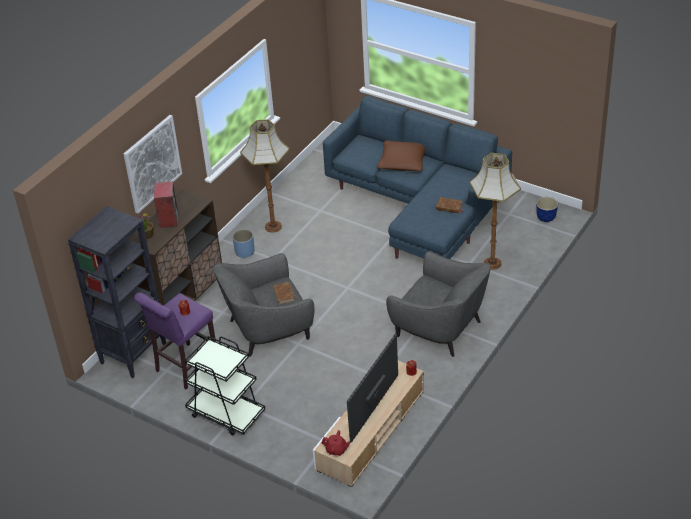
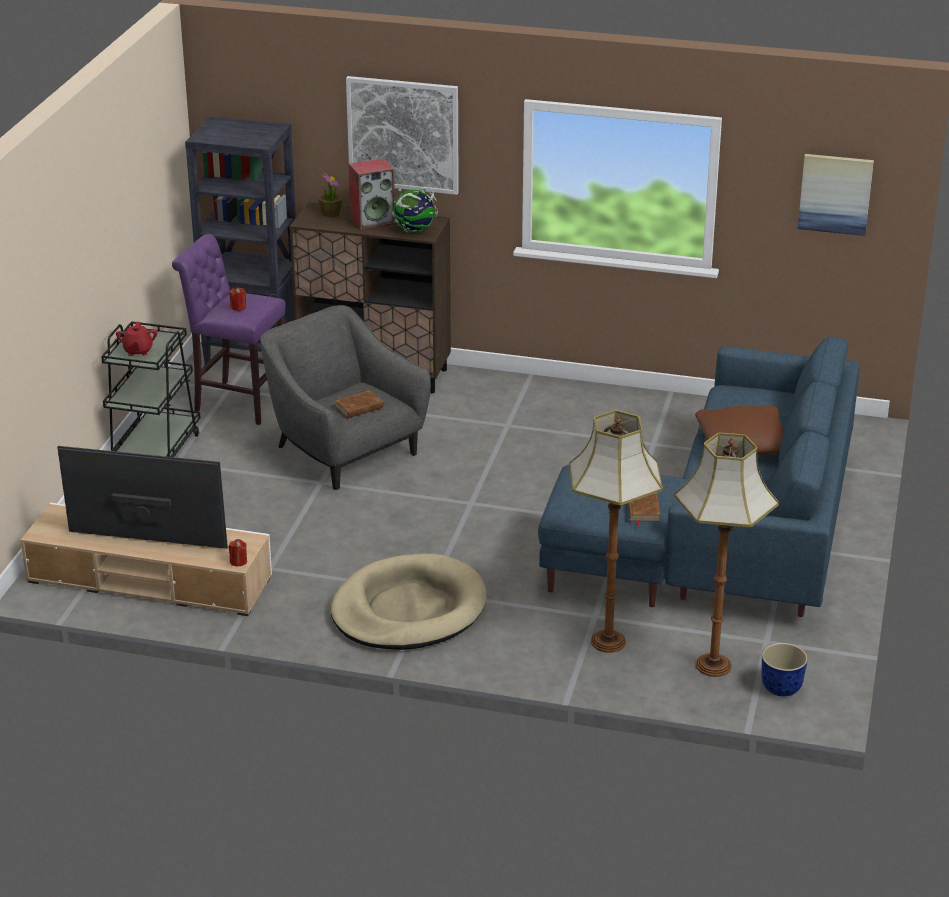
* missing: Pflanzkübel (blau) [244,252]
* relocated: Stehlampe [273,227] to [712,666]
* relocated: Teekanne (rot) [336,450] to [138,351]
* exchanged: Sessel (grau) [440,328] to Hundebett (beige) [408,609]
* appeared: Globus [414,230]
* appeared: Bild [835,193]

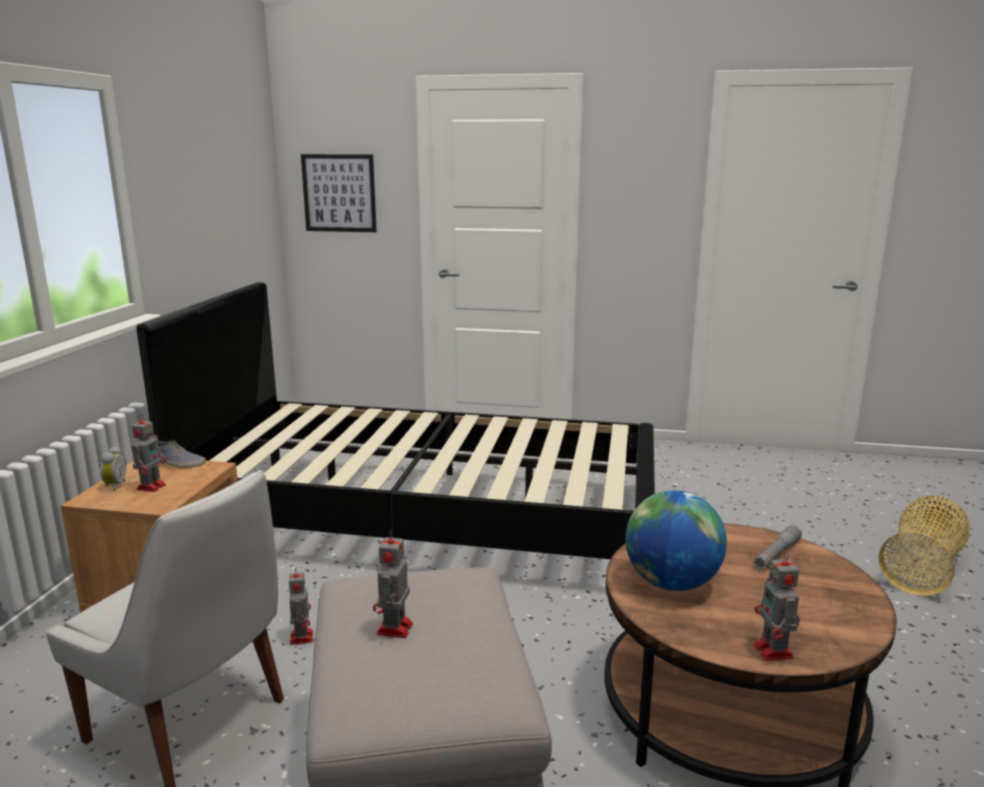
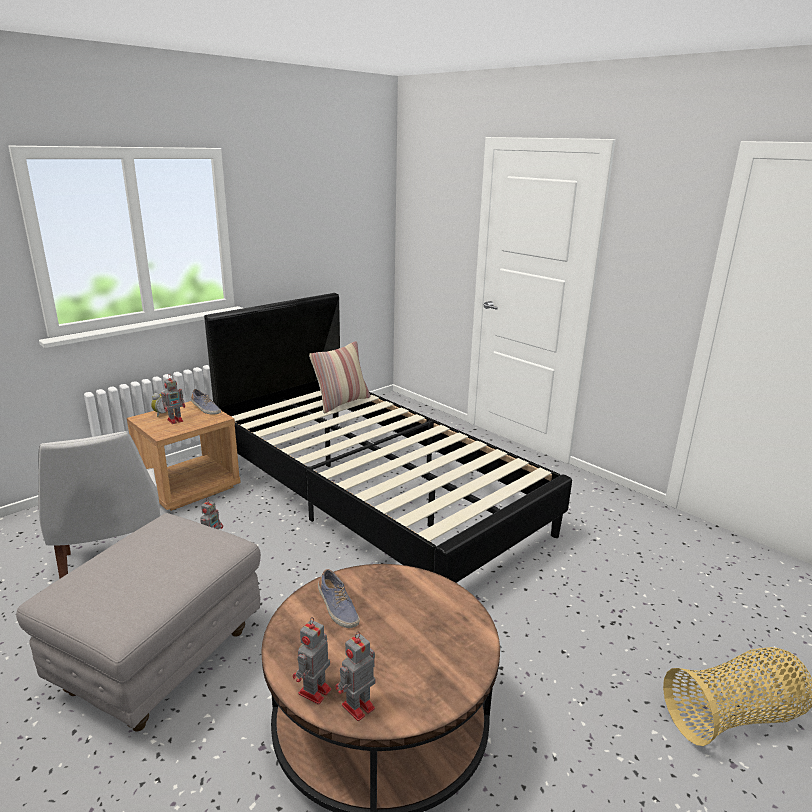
* missing: Bild [339,193]
* relocated: Spielzeugroboter [394,630] to [356,707]
* exchanged: Globus [671,583] to Schuh [337,608]
* missing: Taschenlampe (grau) [776,554]
* appeared: Kissen [341,402]

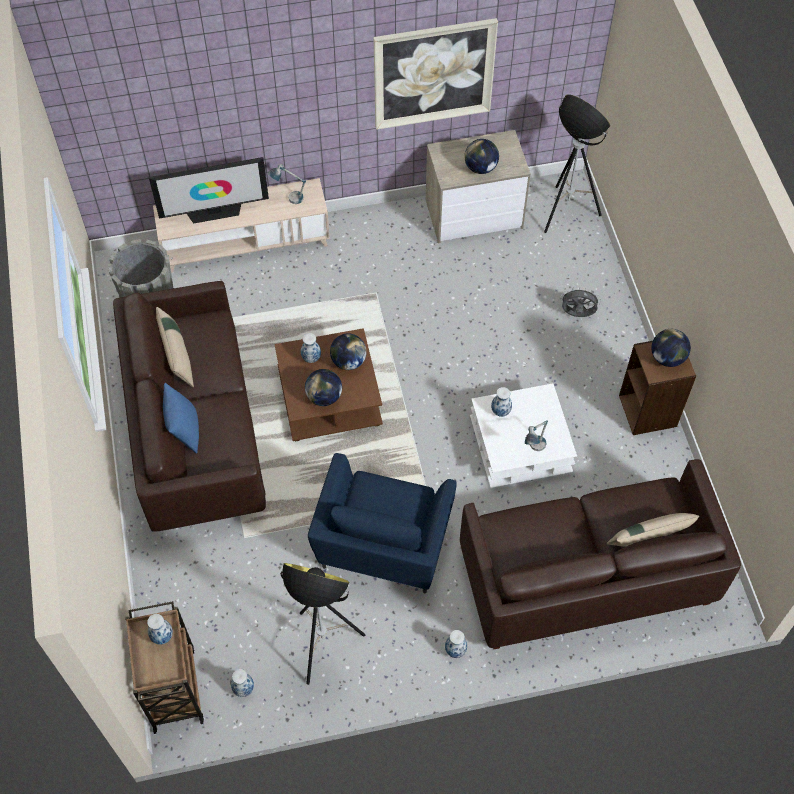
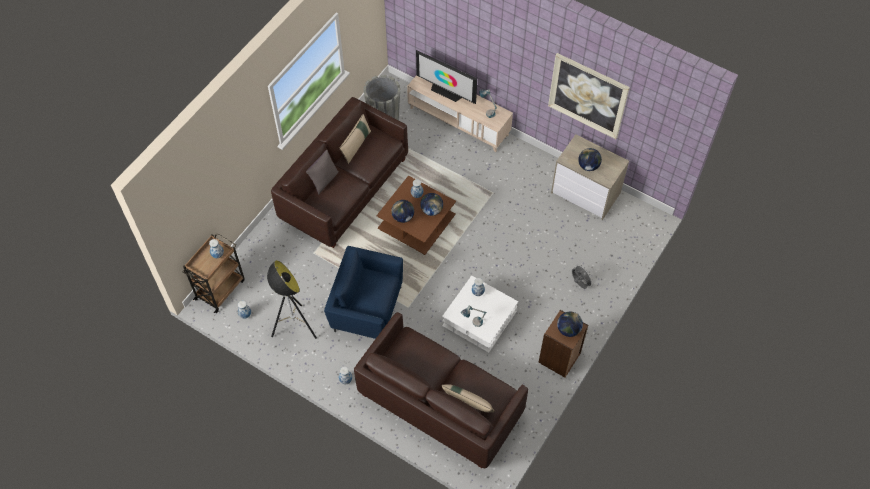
* colour: Kissen (blau) [185,431] to Kissen (grau) [324,181]
* spun: Sessel (blau) [383,545] = [366,308] 45 degrees clockwise
* missing: Stehlampe [565,212]

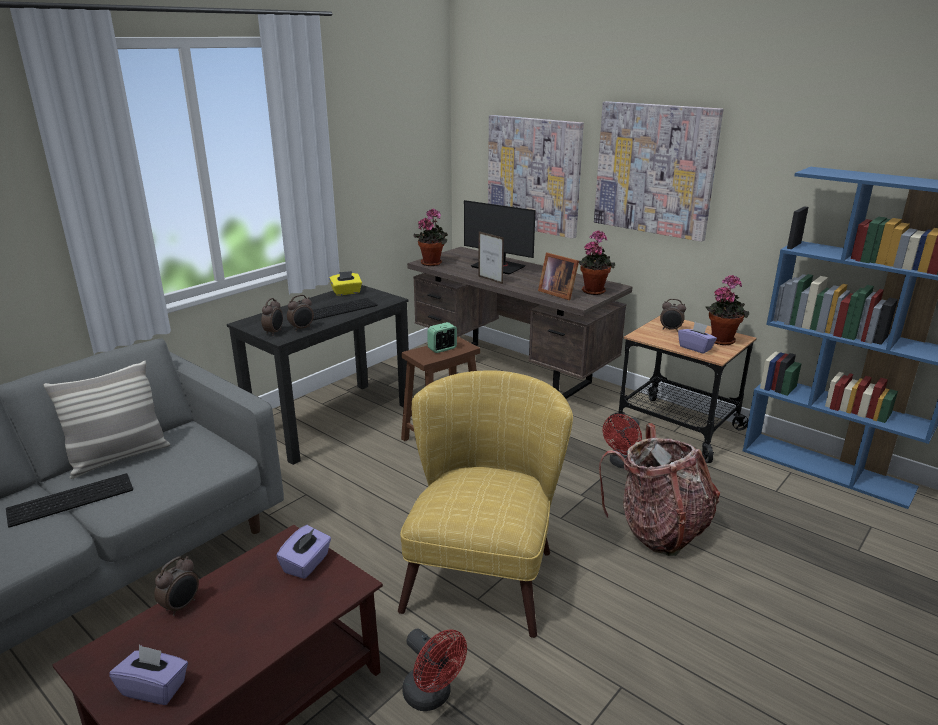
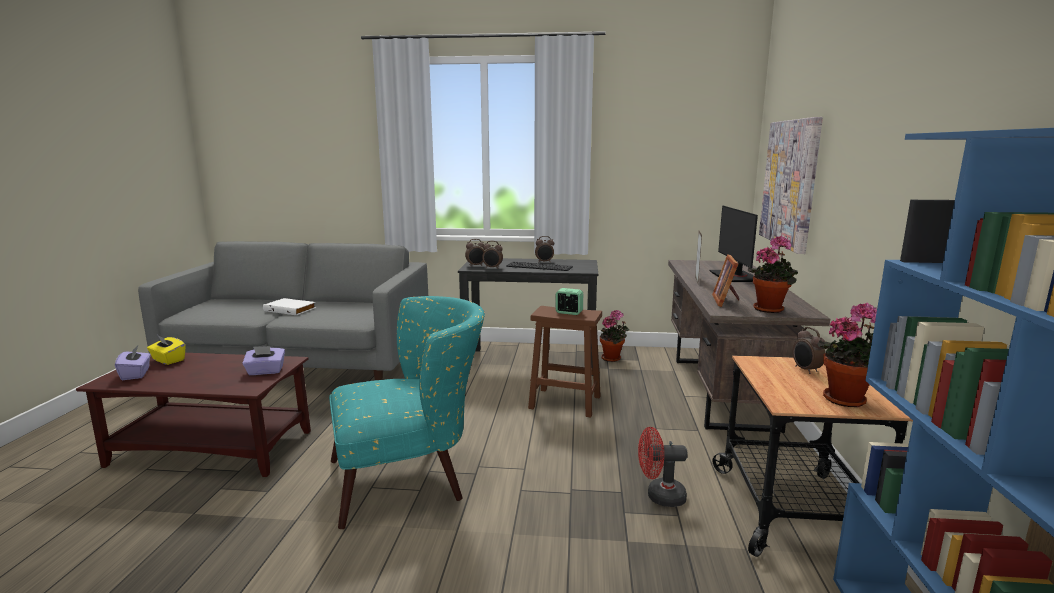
* exchanged: Tastatur [72,498] to Buch (weiß) [291,309]
* missing: Kissen [119,457]
* relocated: Wecker [181,606] to [544,262]
* relocated: Taschentuchbox (gelb) [346,292] to [168,360]
* colour: Sessel (gelb) [485,569] to Sessel (türkis) [411,478]
* missing: Ventilator (rot) [432,697]
* relocated: Topfpflanze [432,263] to [613,358]
* missing: Bild [655,169]
* missing: Rucksack [659,530]
* missing: Taschentuchbox (lila) [695,348]

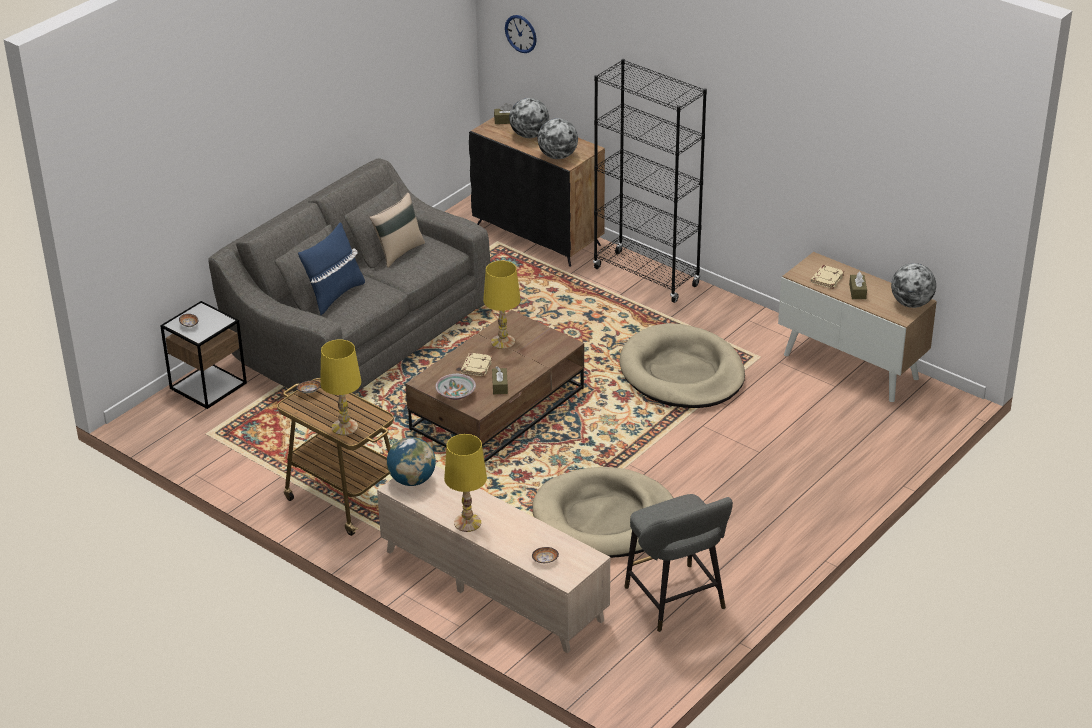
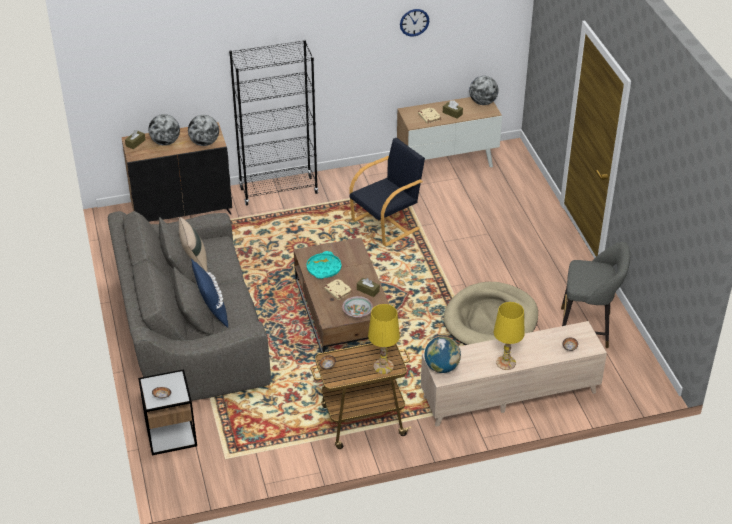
* exchanged: Tischlampe (gelb) [502,342] to Tablett (türkis) [324,268]
* relocated: Wanduhr [521,33] to [414,22]
* exchanged: Hundebett (beige) [682,373] to Sessel (schwarz) [387,224]

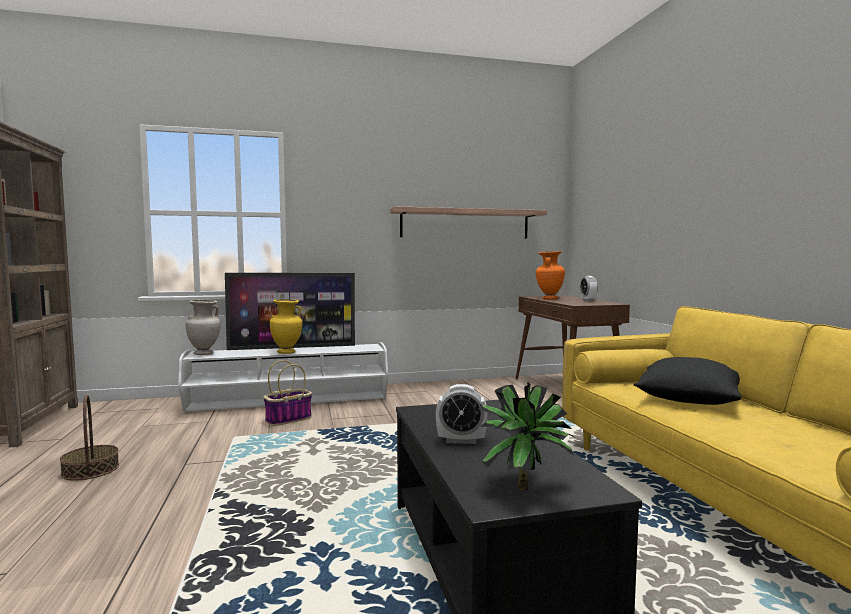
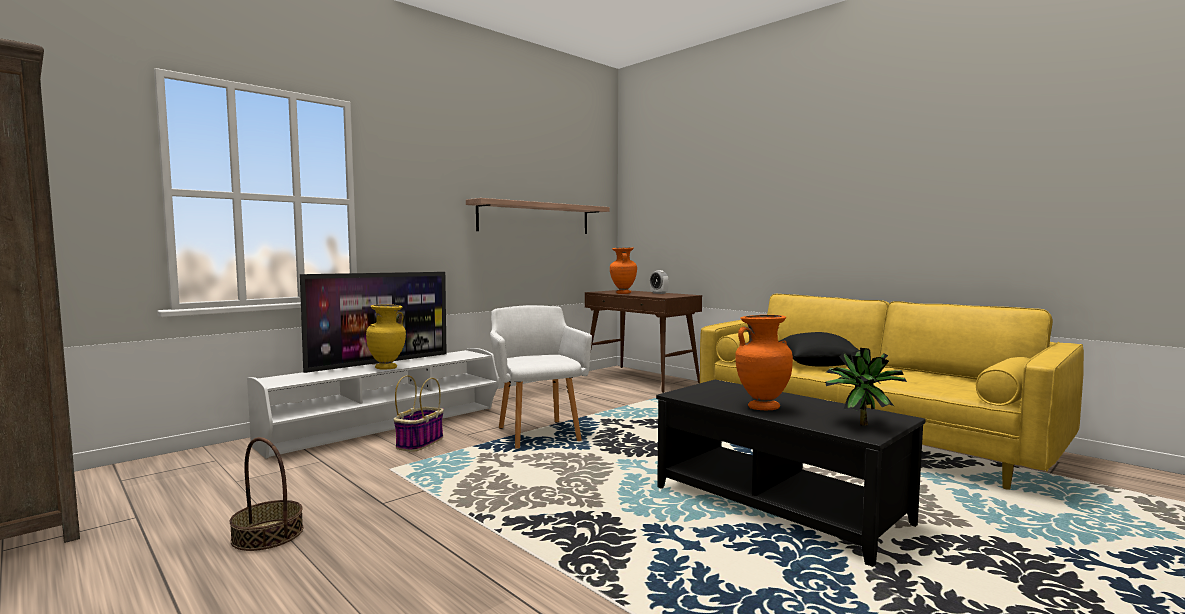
* missing: Vase (beige) [204,354]
* exchanged: Wecker [461,440] to Vase (orange) [762,407]
* appeared: Sessel (weiß) [537,432]

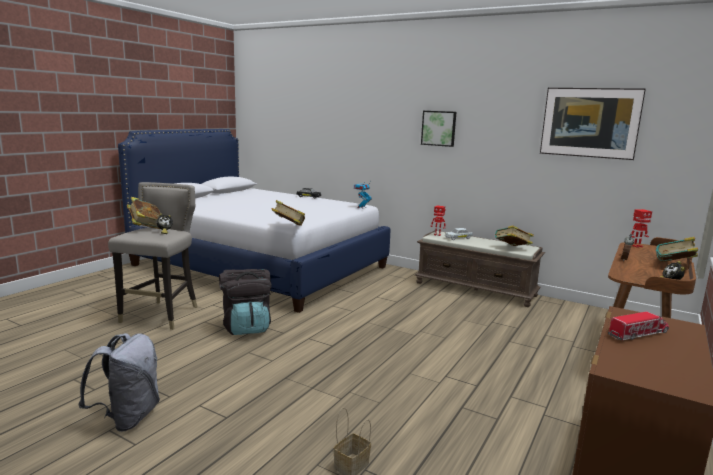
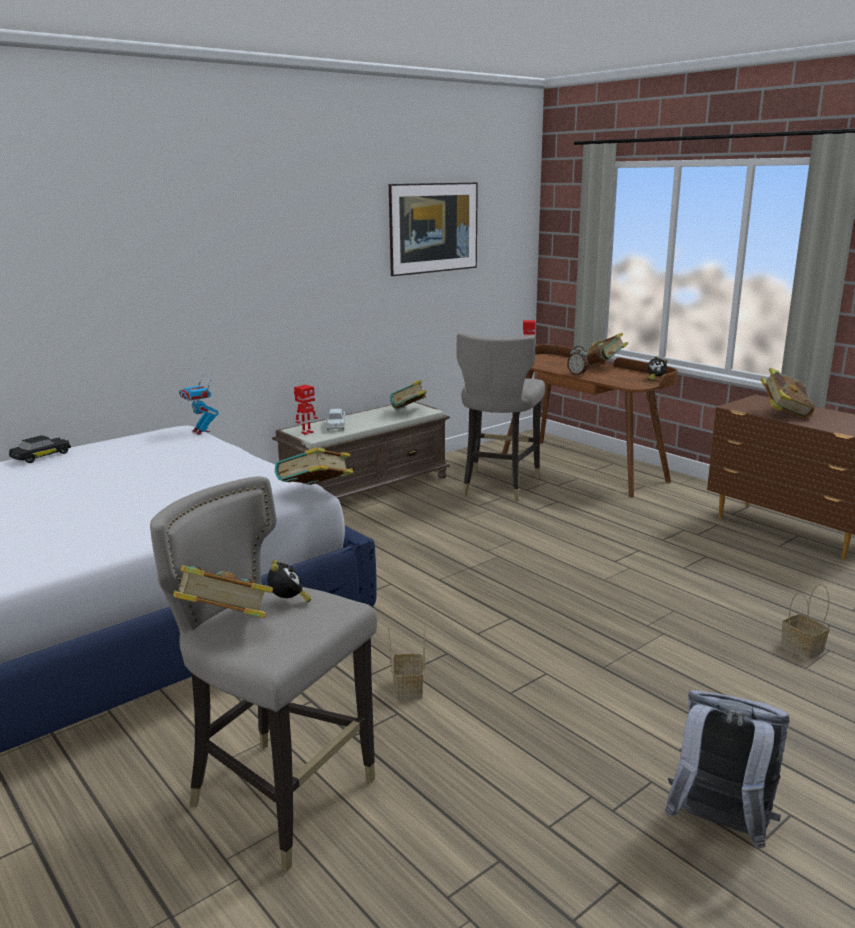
* exchanged: Rucksack (schwarz) [246,327] to Korb [407,687]
* missing: Bild [439,128]
* exchanged: Spielzeuglaster [638,334] to Buch [784,413]
* appeared: Hocker (grau) [498,485]

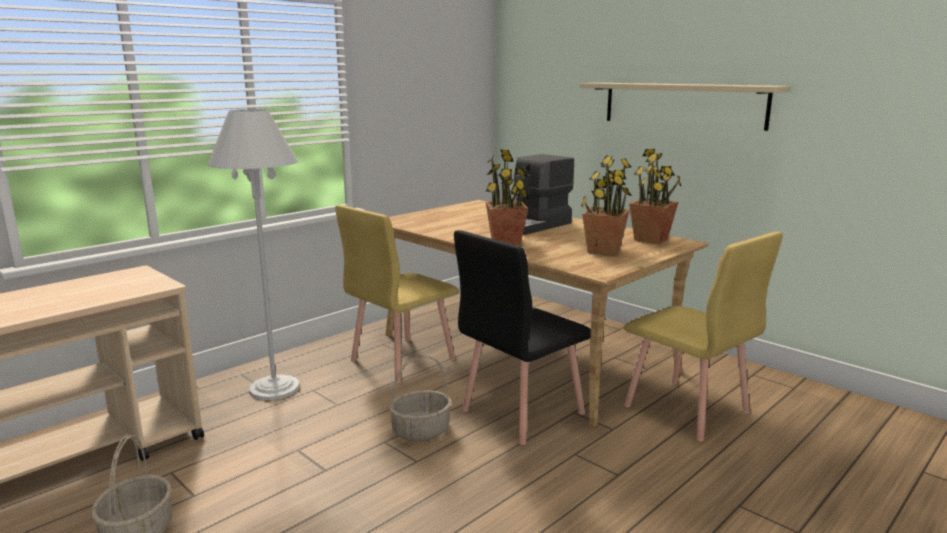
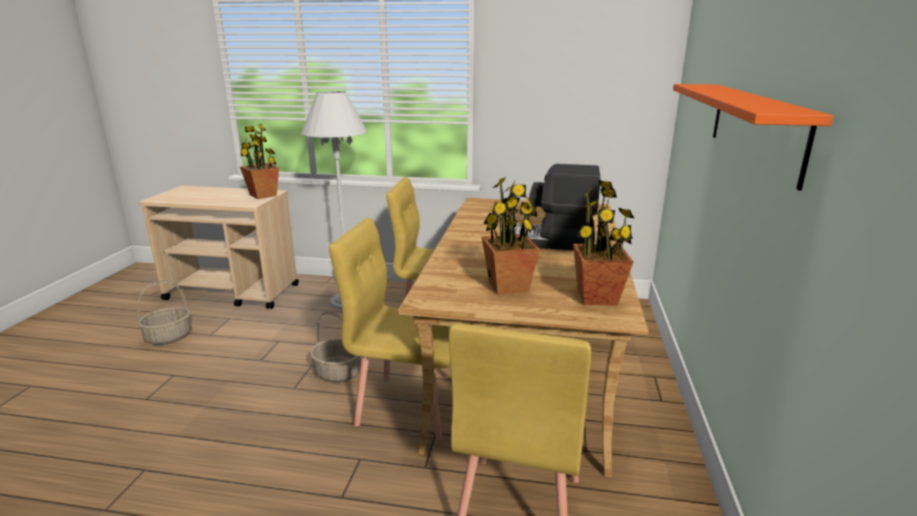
* colour: Stuhl (schwarz) [521,411] to Stuhl (gelb) [409,405]
* relocated: Topfpflanze [506,242] to [263,195]
* colour: Wandregal (beige) [682,104] to Wandregal (orange) [754,127]

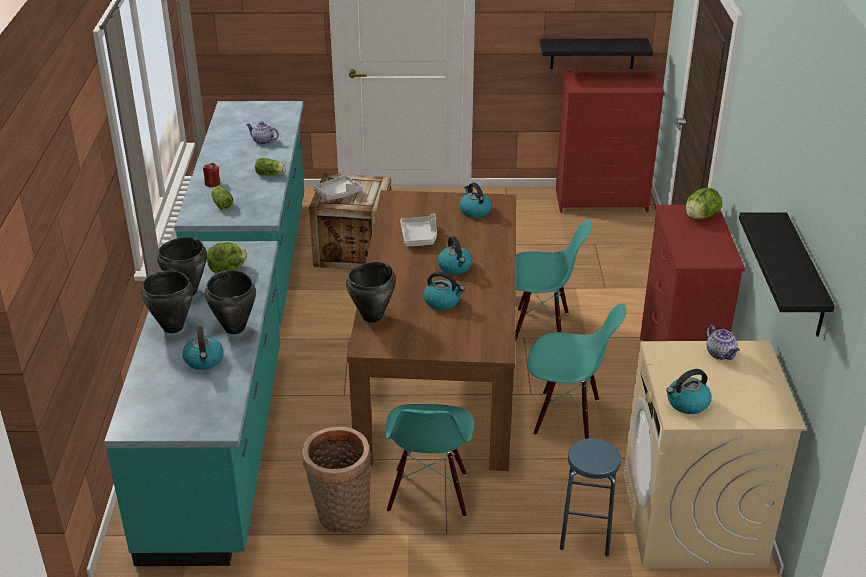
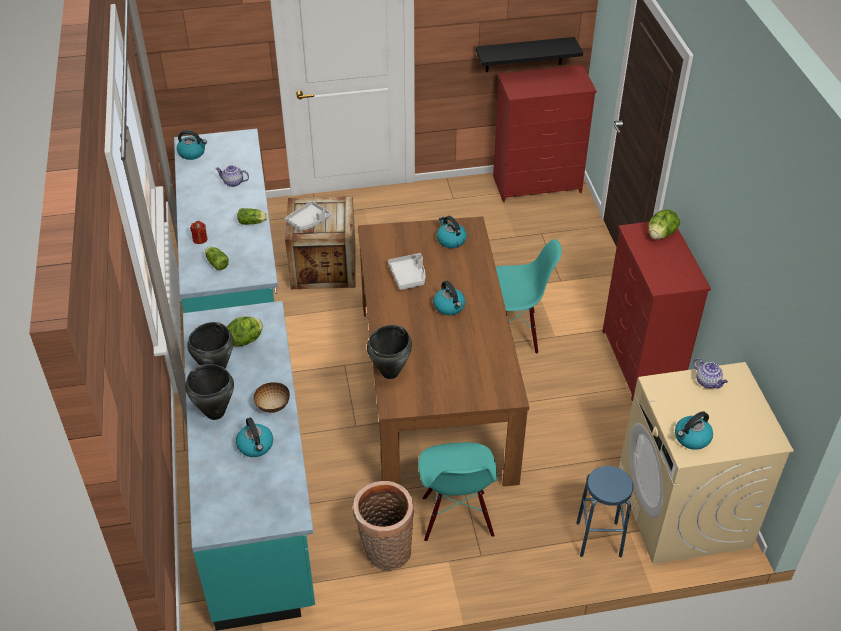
* exchanged: Kochtopf (schwarz) [235,328] to Schüssel [273,406]
* relocated: Wasserkessel [442,301] to [192,153]
* missing: Stuhl (türkis) [566,417]
* missing: Wandregal (schwarz) [804,277]

